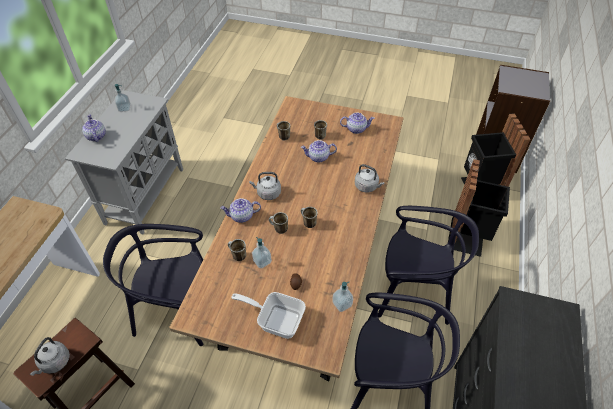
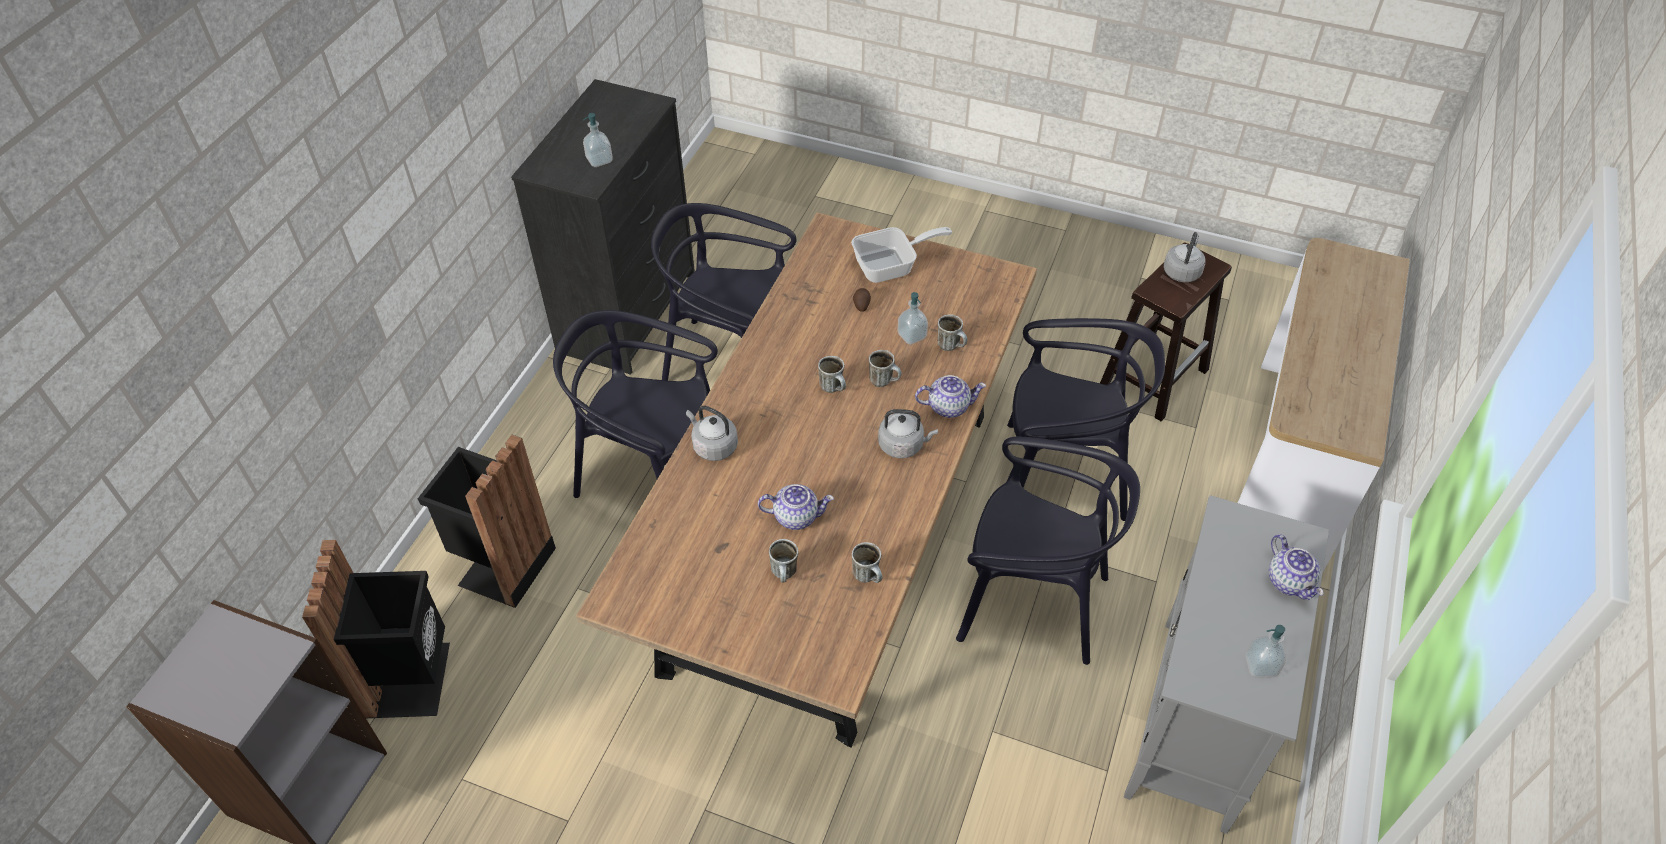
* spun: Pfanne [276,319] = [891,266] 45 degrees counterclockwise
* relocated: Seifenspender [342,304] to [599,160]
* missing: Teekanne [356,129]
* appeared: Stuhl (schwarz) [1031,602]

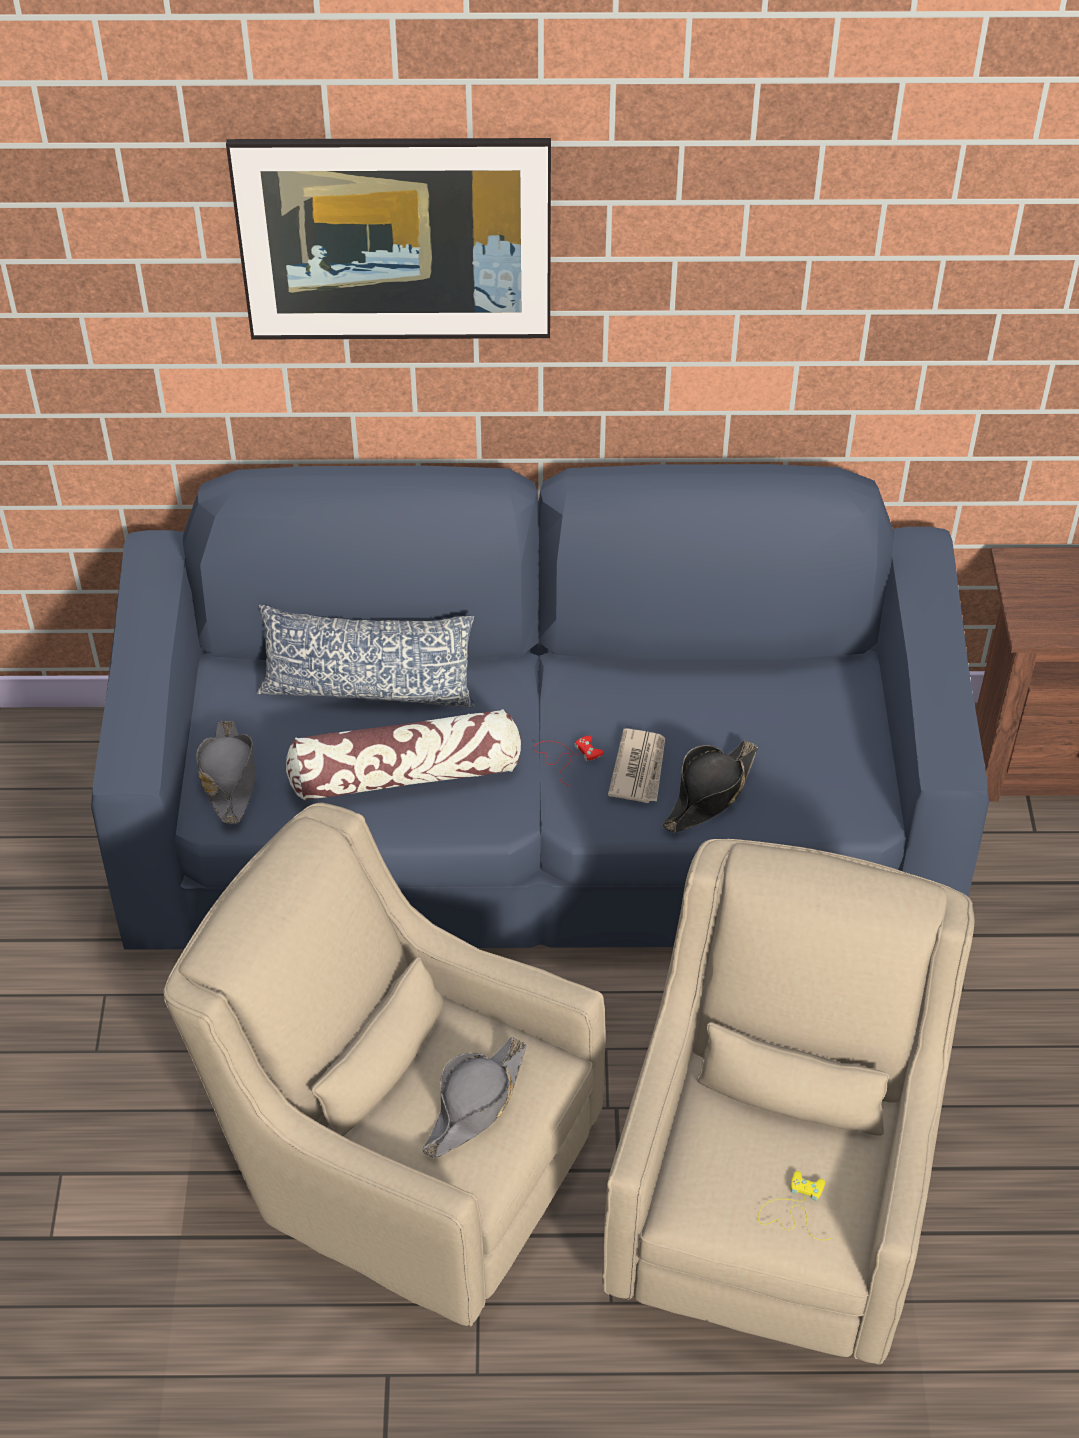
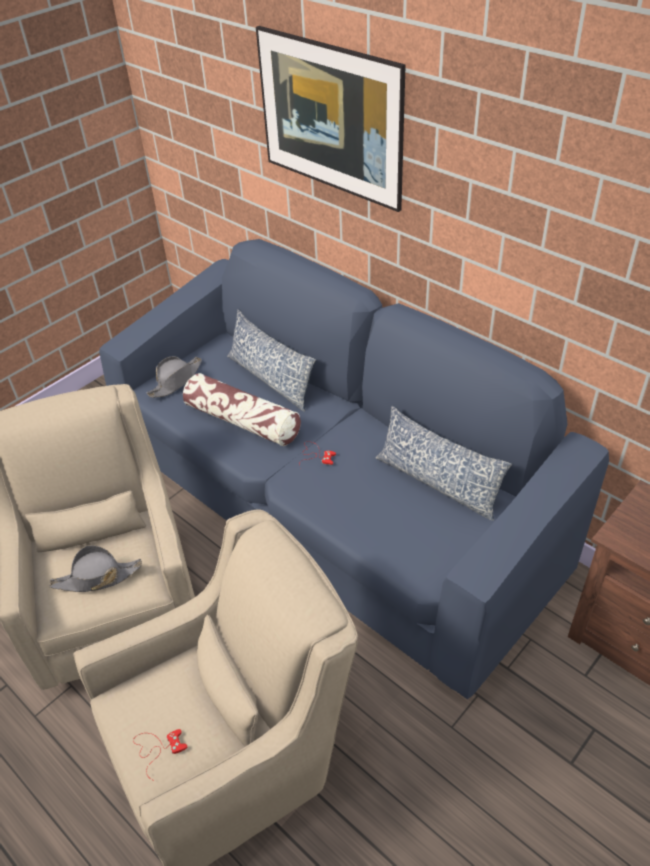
* missing: Zeitung [639,768]
* missing: Hut (schwarz) [709,793]
* colour: Gamepad (gelb) [794,1209] to Gamepad (rot) [158,748]
* appeared: Kissen [437,483]

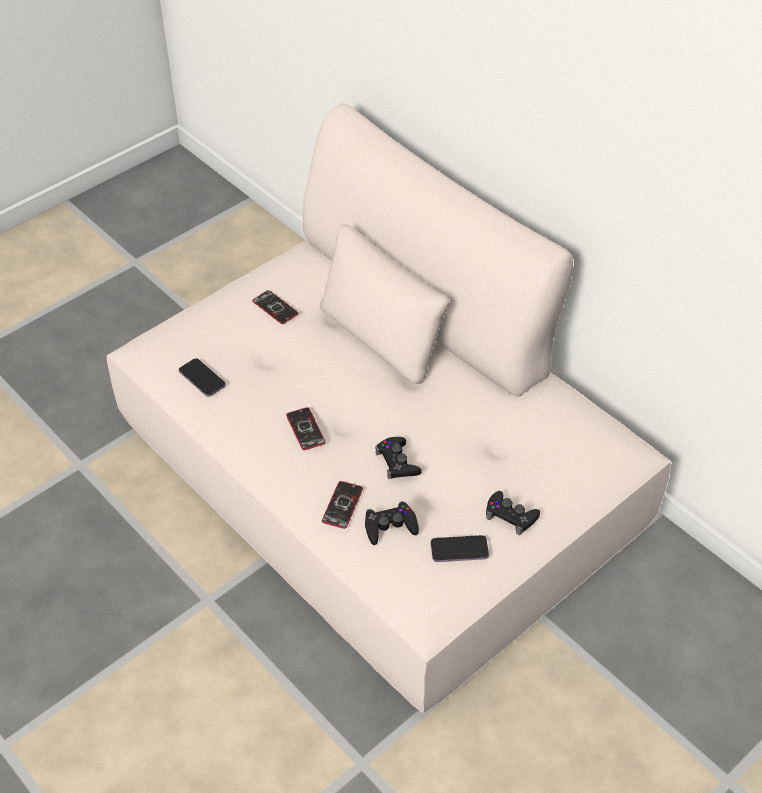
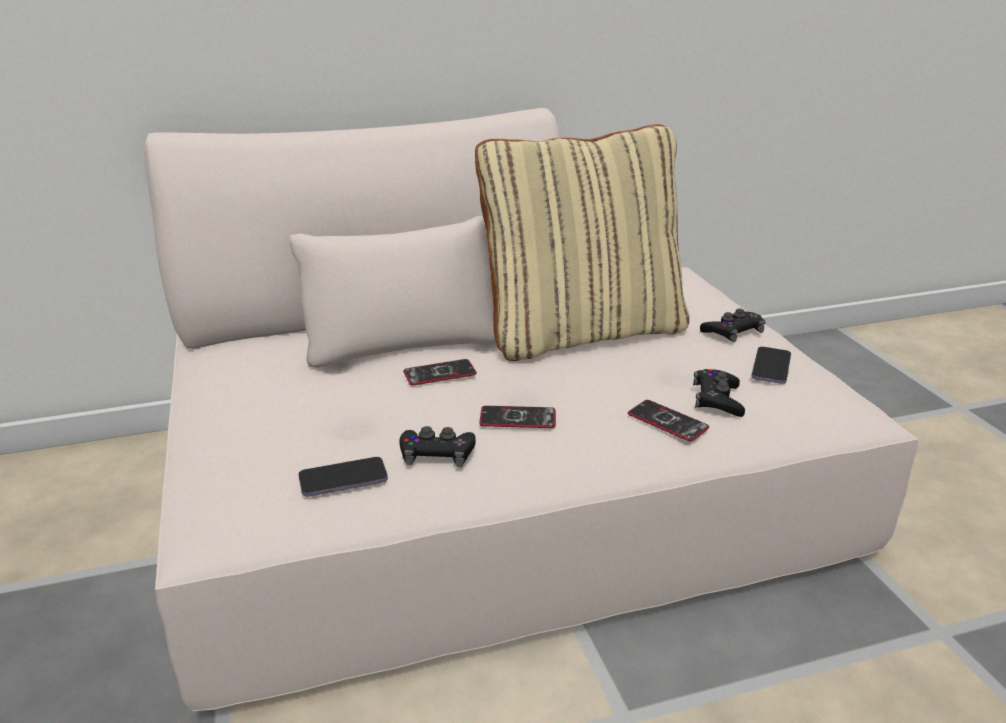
* relocated: Handy [275,308] to [440,373]
* relocated: Gamepad (schwarz) [397,462] to [437,453]
* appeared: Kissen (beige) [582,332]

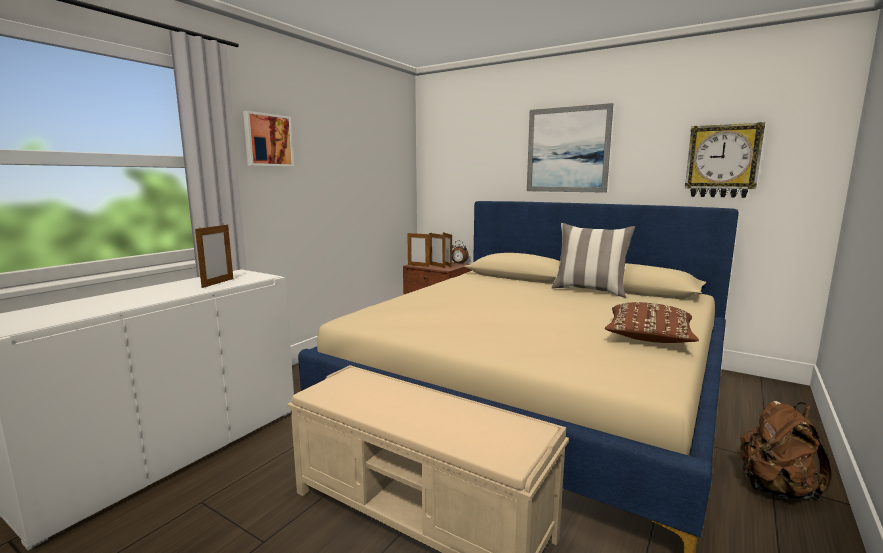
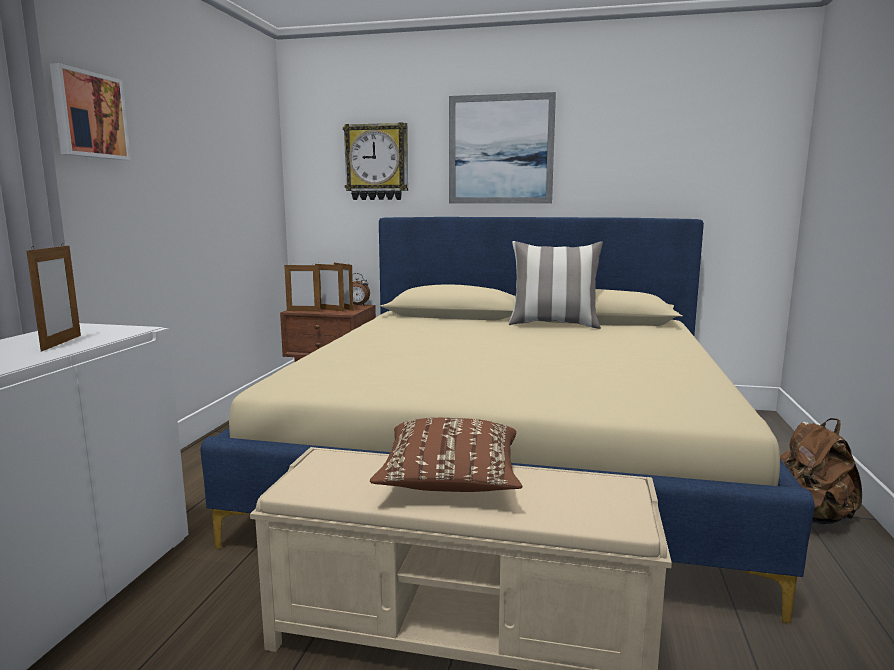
* relocated: Kissen (braun) [648,338] to [450,481]
* relocated: Wanduhr [722,161] to [377,162]

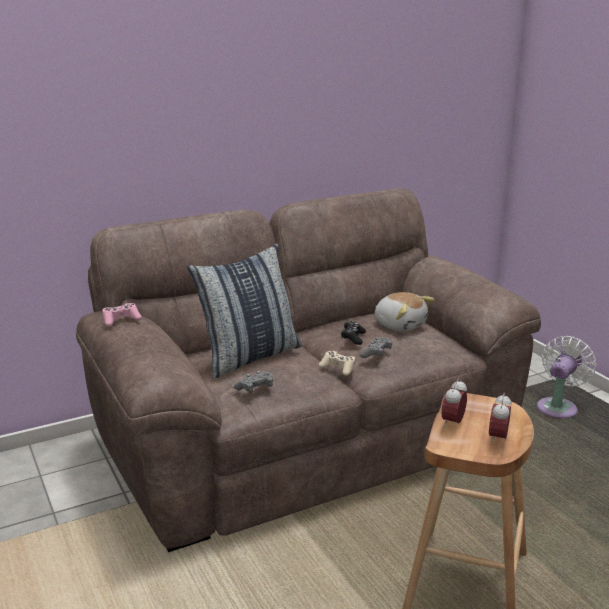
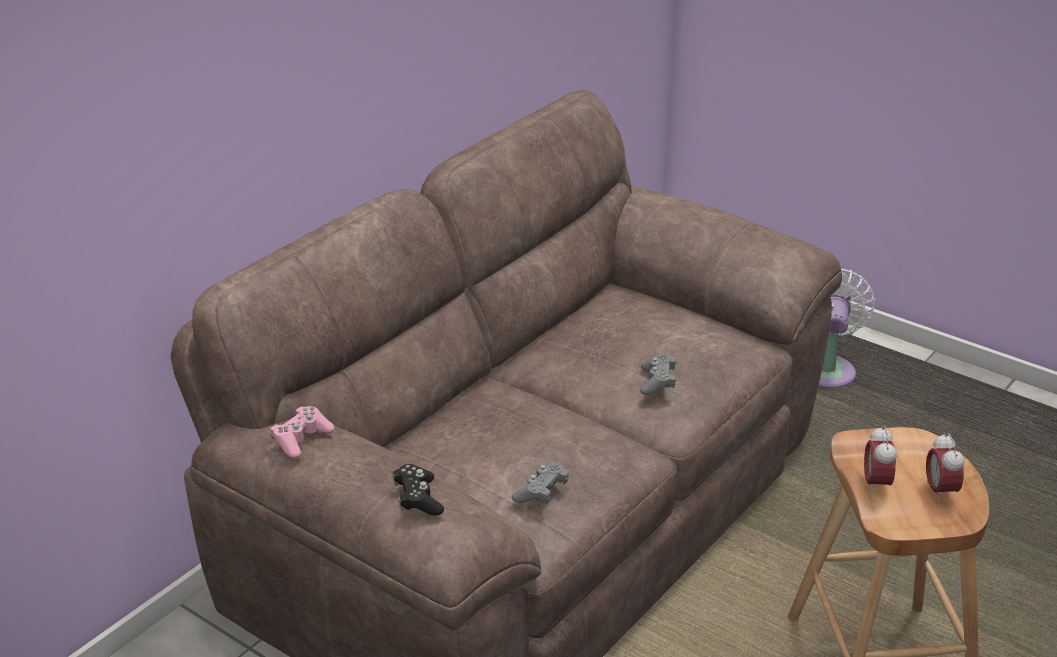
* missing: Kissen [249,357]
* missing: Gamepad (beige) [338,368]
* relocated: Gamepad (schwarz) [353,338] to [418,499]
* missing: Plüschtier [400,325]

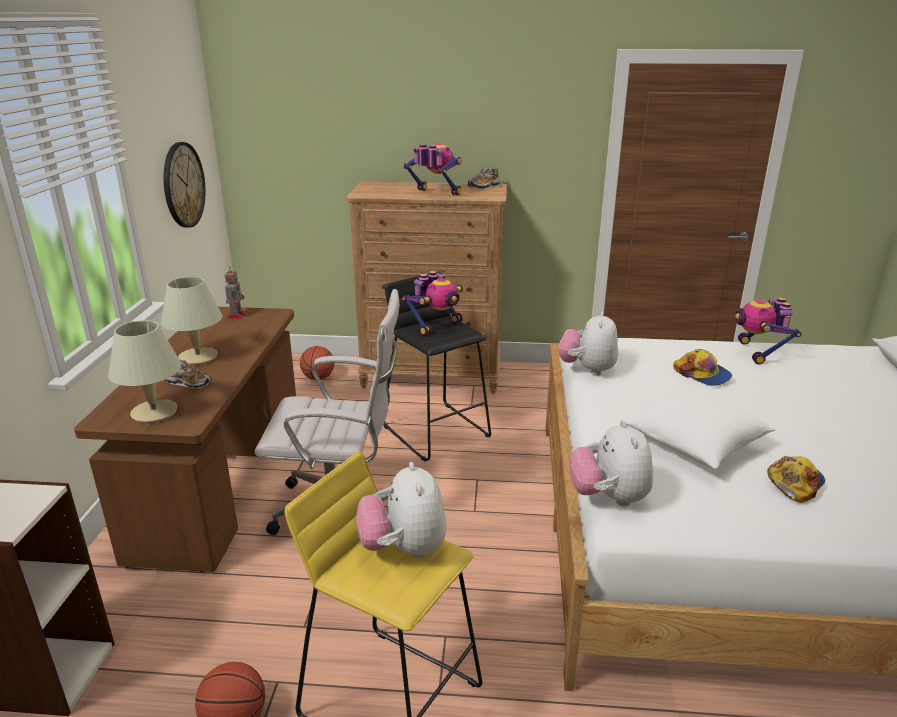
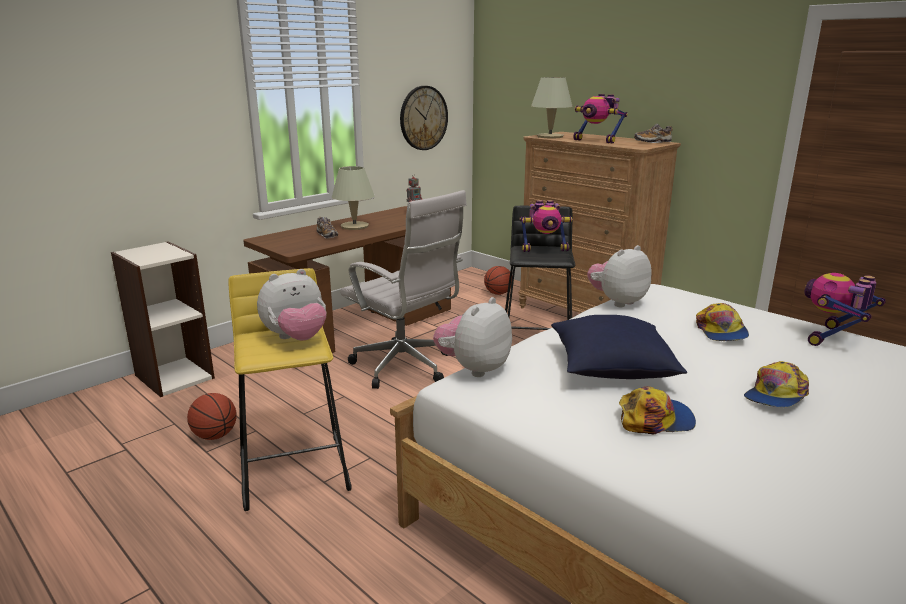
* relocated: Tischlampe (beige) [154,413] to [549,136]
* spun: Plüschtier [404,548] = [296,338] 150 degrees counterclockwise
* spun: Spielzeugroboter [435,193] = [596,141] 150 degrees clockwise
* colour: Kissen (weiß) [695,446] to Kissen (blau) [611,369]
* appeared: Kappe [775,395]

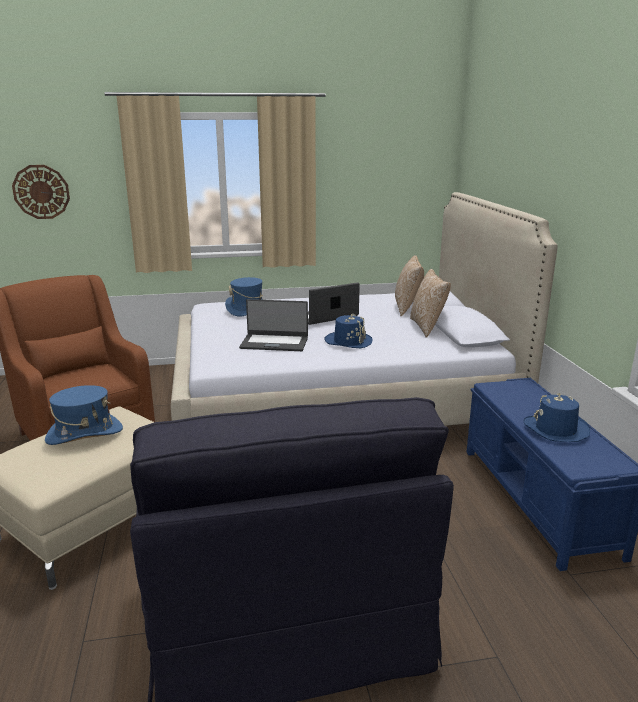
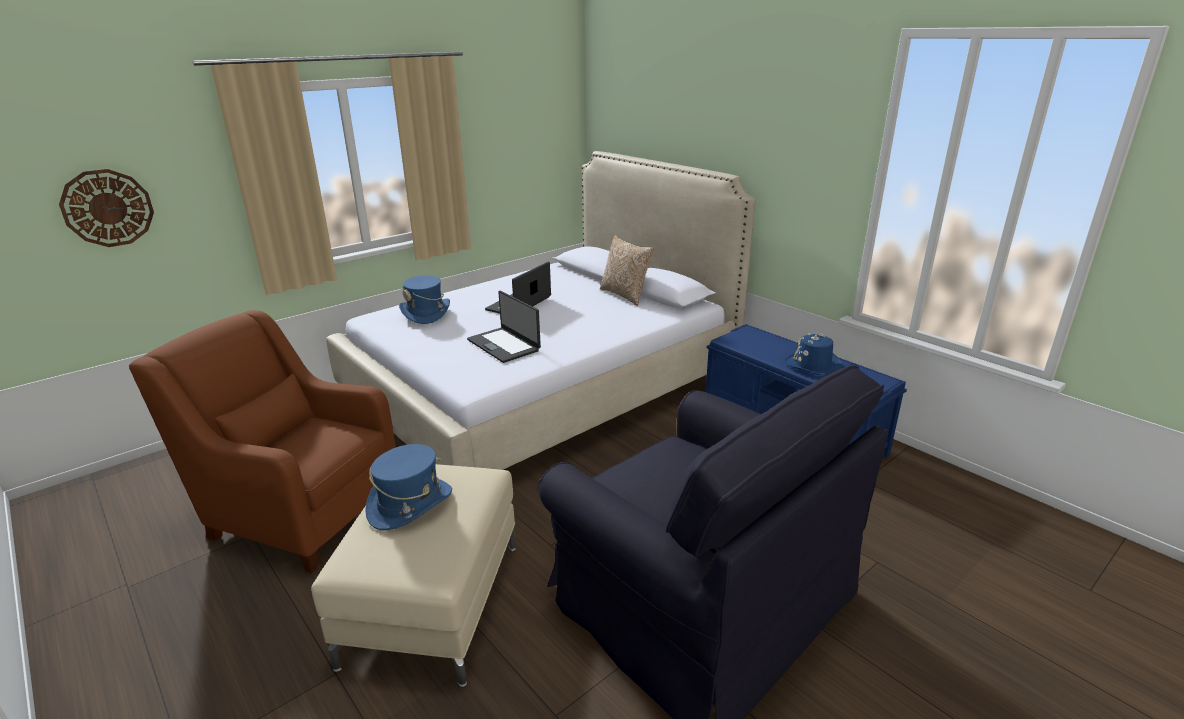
* spun: Laptop [274,343] = [504,345] 75 degrees clockwise
* missing: Hut (blau) [348,341]
* missing: Kissen [407,308]

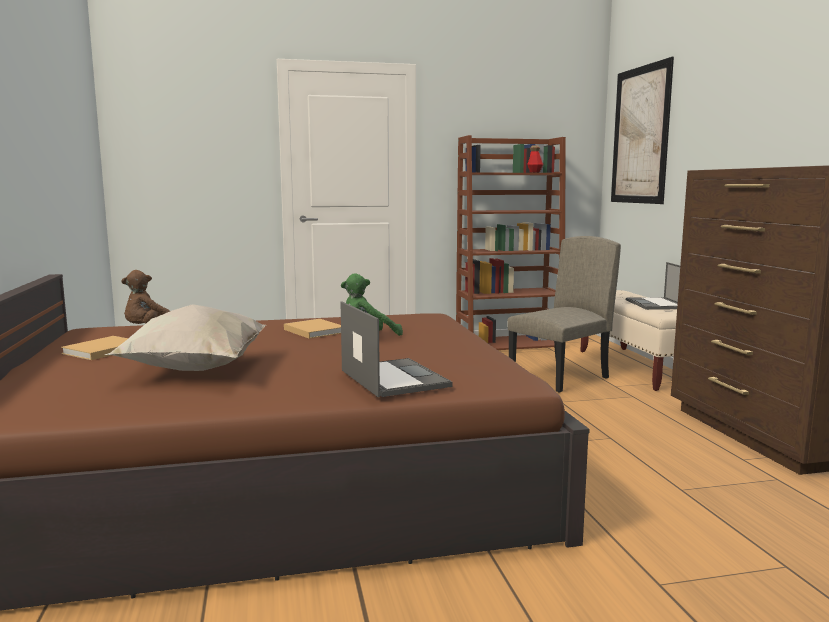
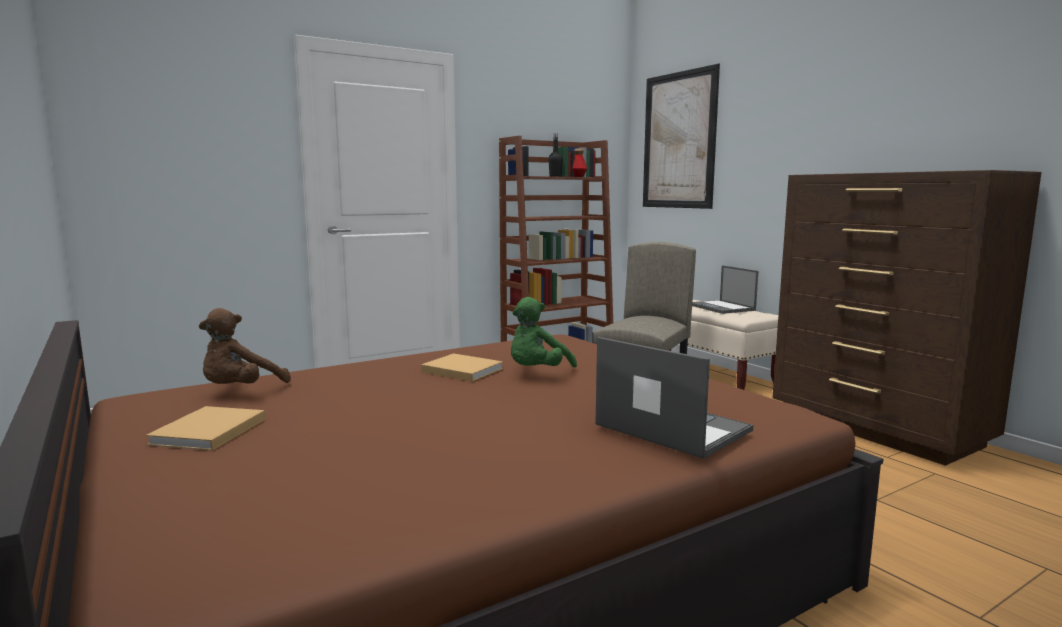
* missing: Kissen (weiß) [194,372]
* appeared: Flasche (schwarz) [555,176]

